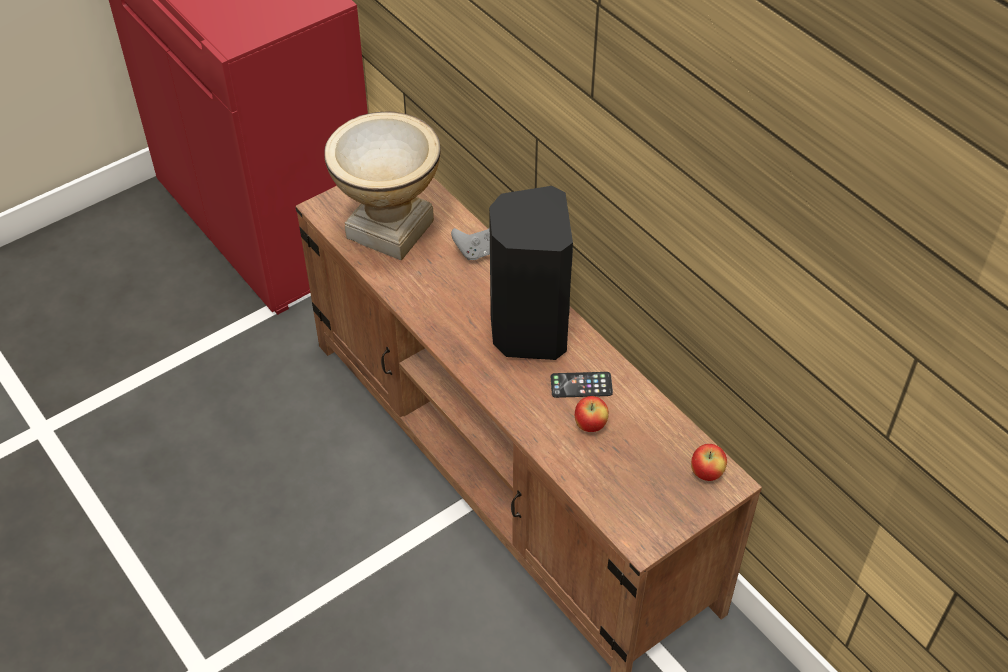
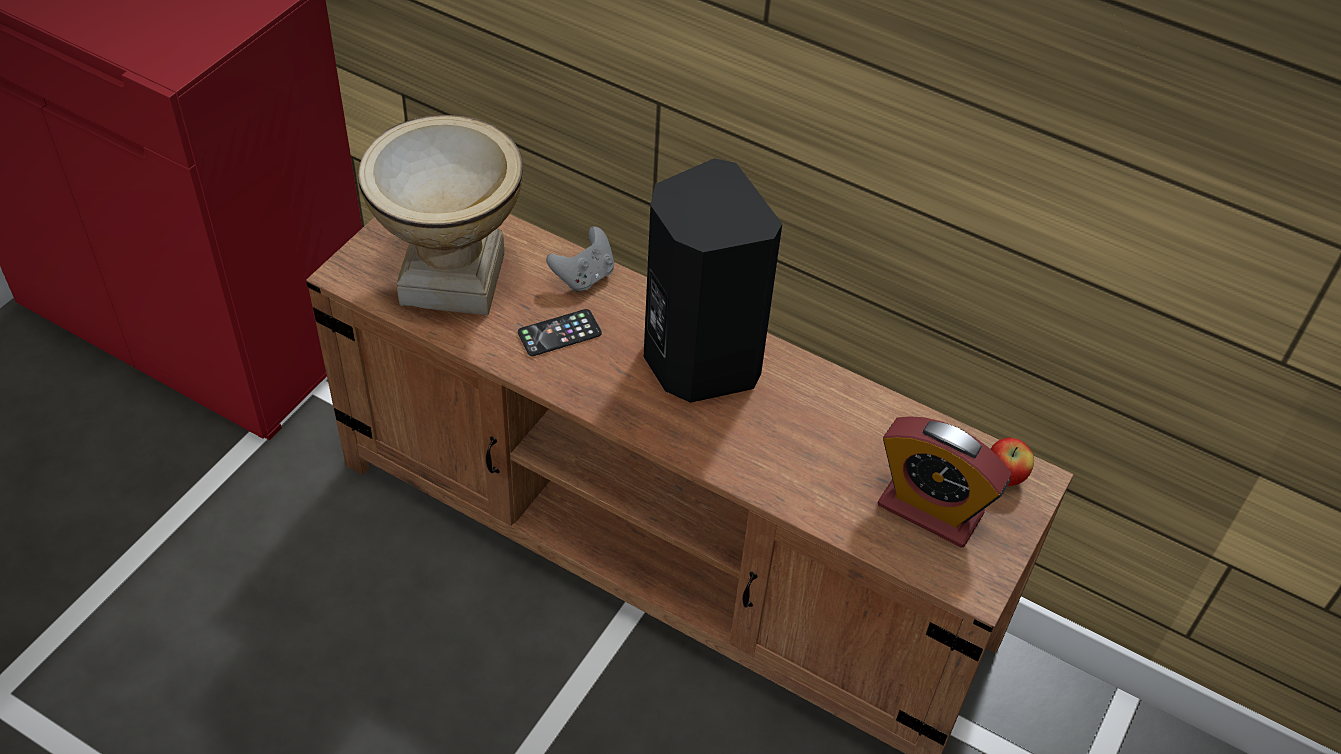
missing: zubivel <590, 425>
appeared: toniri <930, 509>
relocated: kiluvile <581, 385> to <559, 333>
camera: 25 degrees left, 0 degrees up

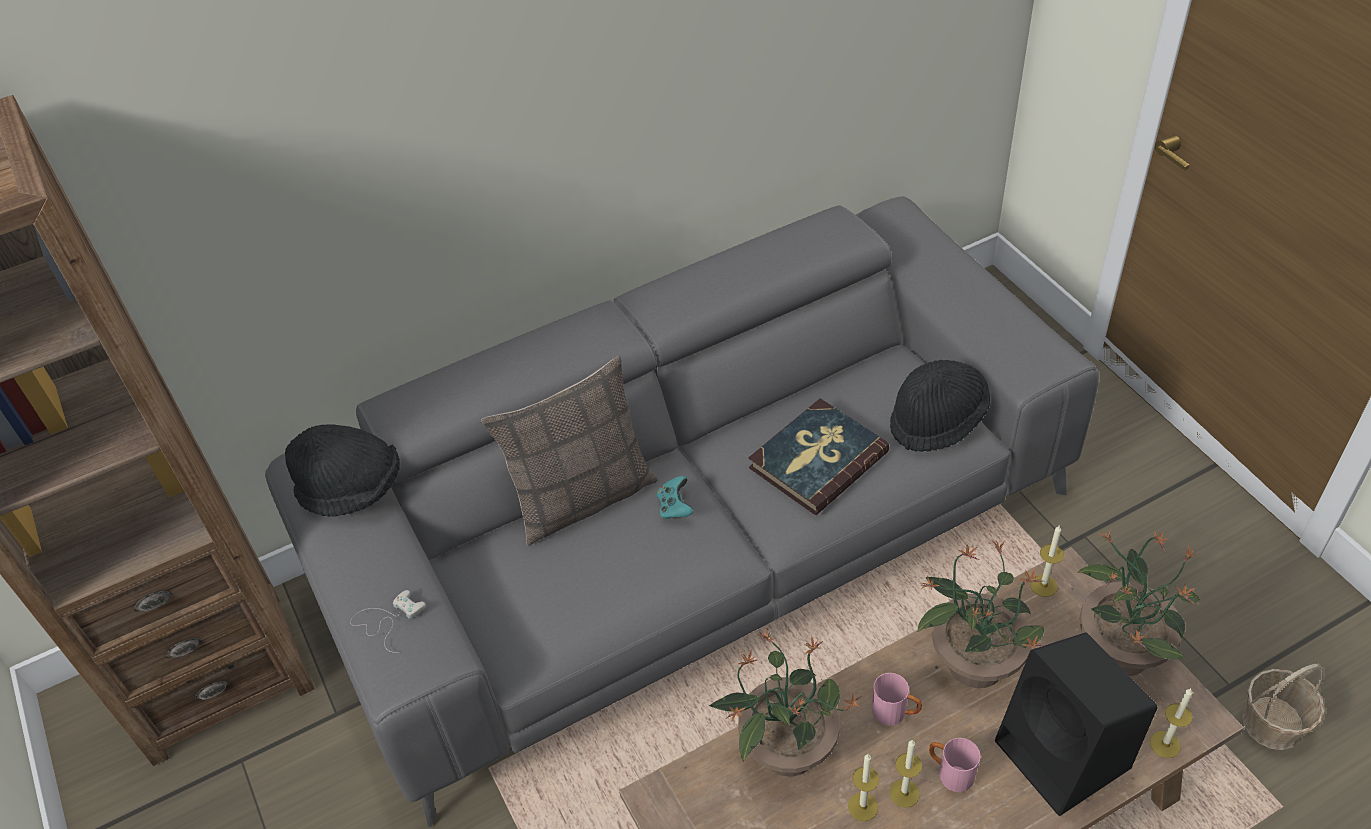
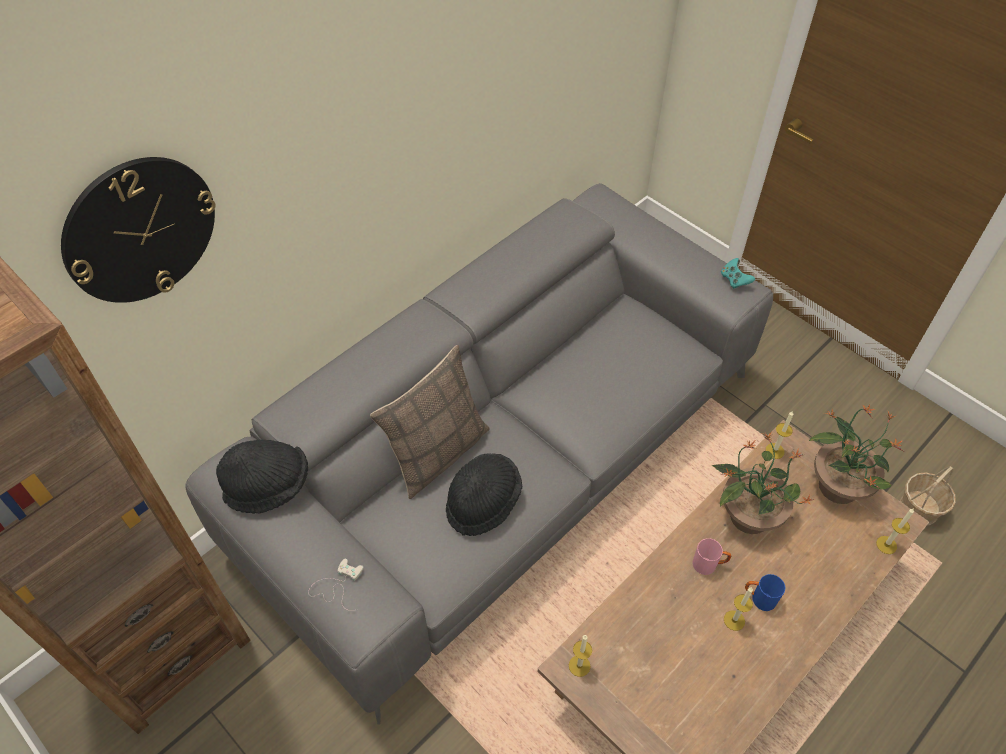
missing: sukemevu <817, 460>; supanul <786, 748>; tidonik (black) <1065, 756>
appeared: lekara <140, 230>
relocated: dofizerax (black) <937, 420> to <483, 502>; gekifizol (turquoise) <675, 507> to <734, 280>; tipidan <863, 806> to <579, 666>
colour: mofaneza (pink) <950, 773> to mofaneza (blue) <759, 598>
camera: 20 degrees left, 5 degrees up

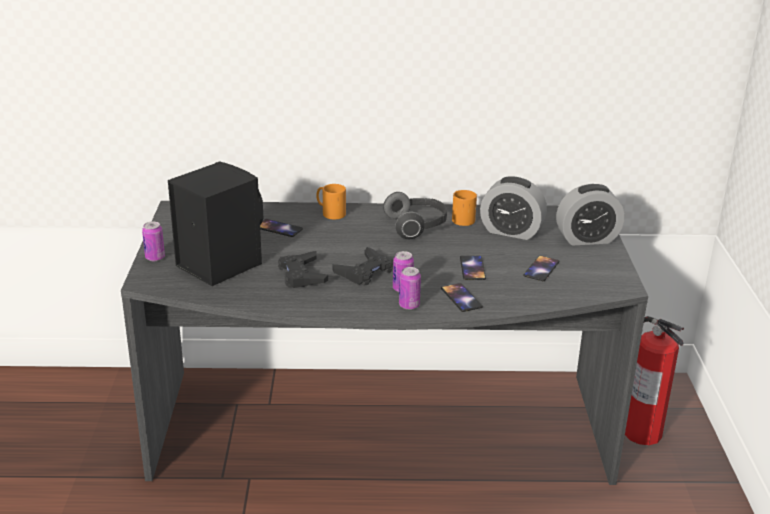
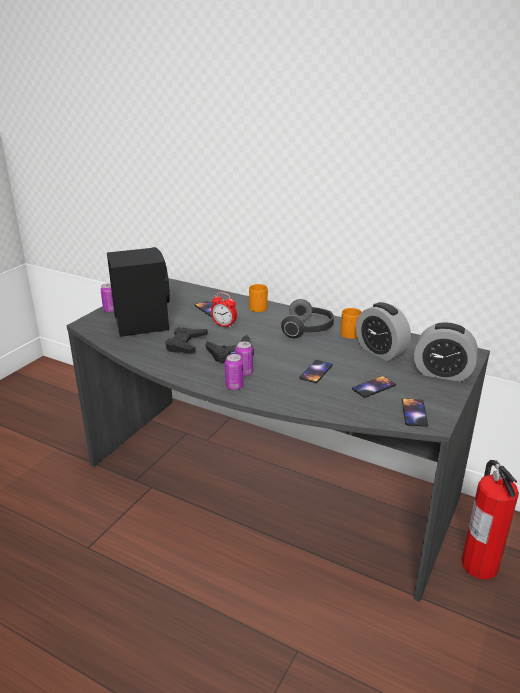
appeared: toniri <224, 325>
relocated: kiluvile <461, 298> to <414, 412>
camera: 30 degrees right, 0 degrees up

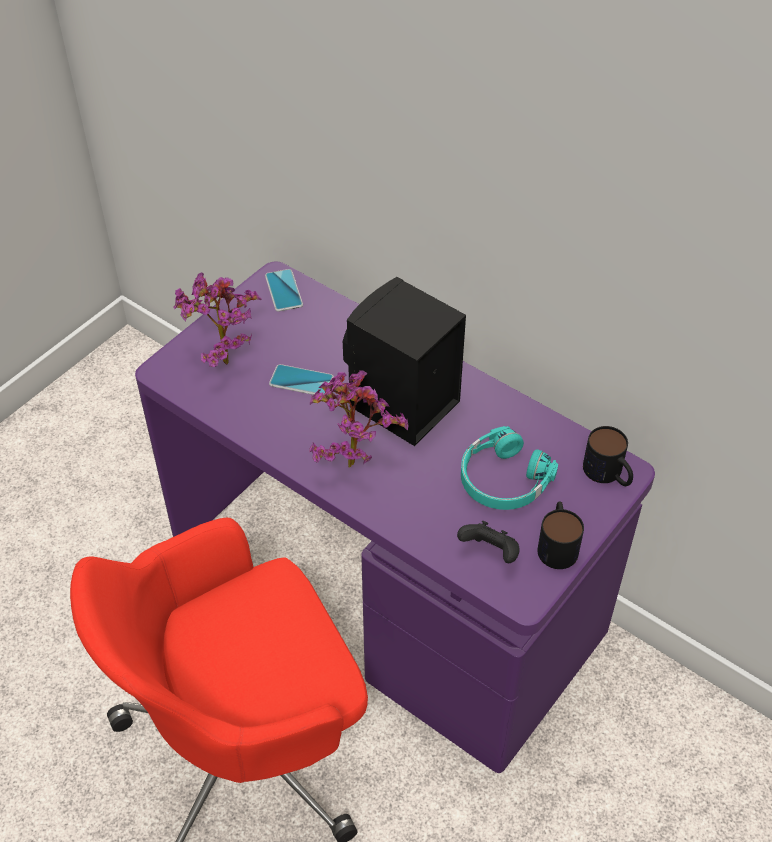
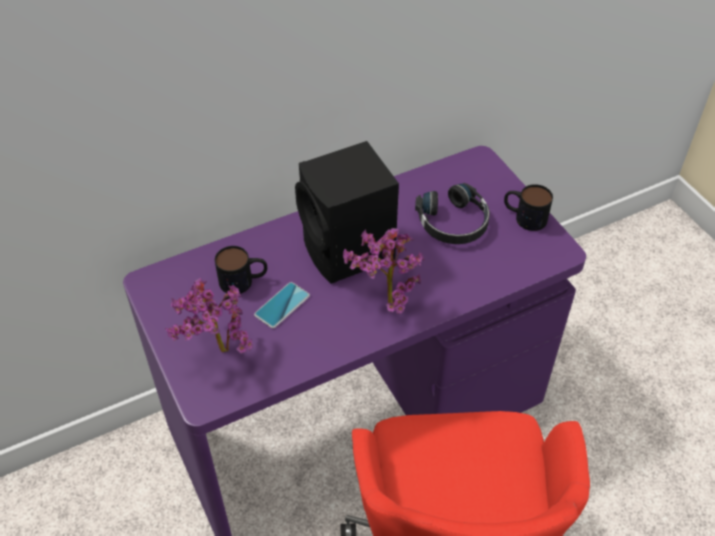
missing: kiluvile <284, 291>; gekifizol (black) <490, 552>
relocated: mofaneza <608, 474> to <243, 281>
colour: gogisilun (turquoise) <502, 480> to gogisilun (black) <453, 223>
camera: 65 degrees left, 0 degrees up

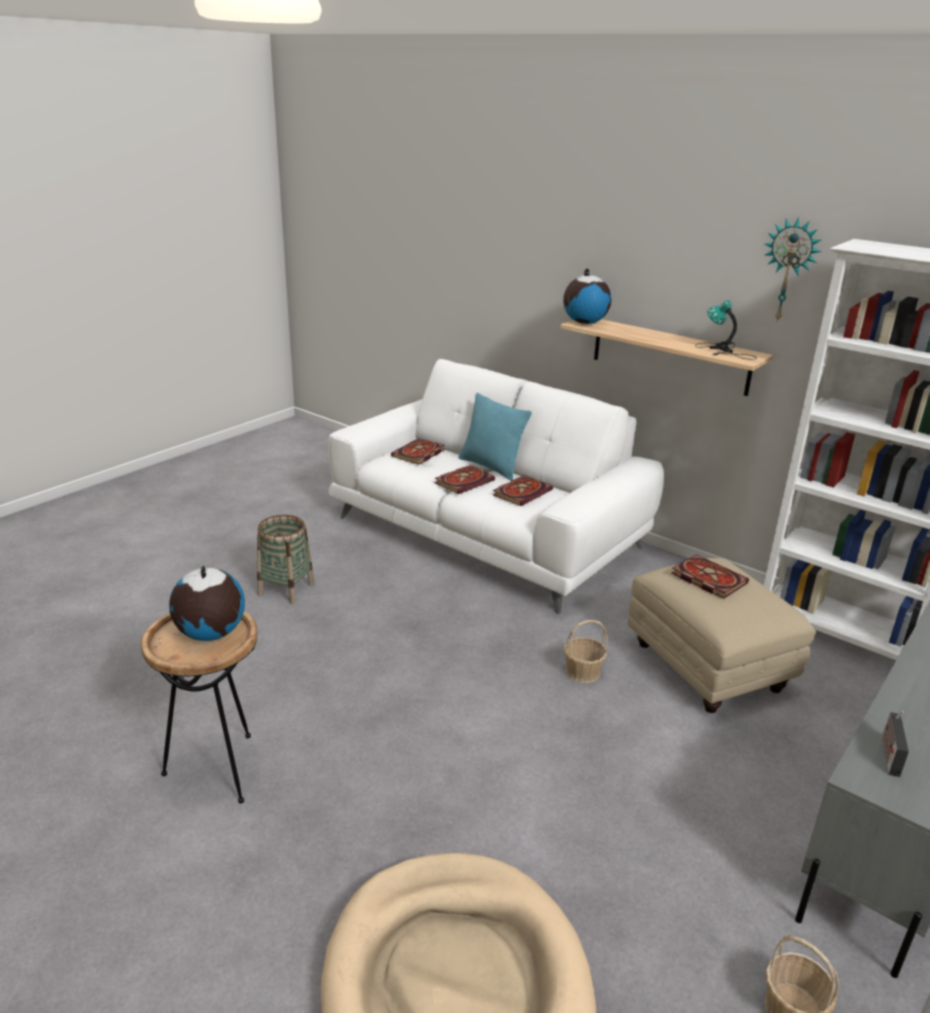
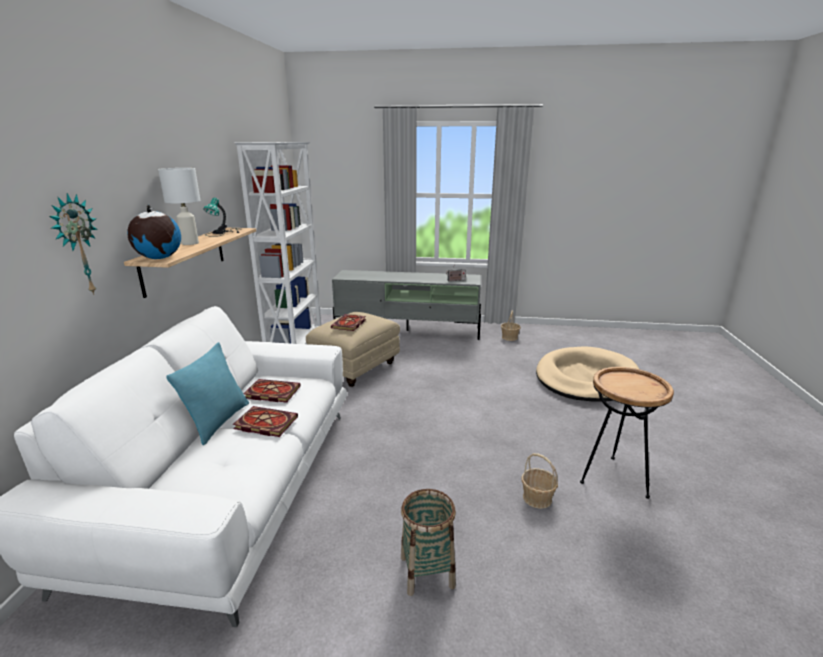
missing: sukemevu <418, 454>; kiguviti <210, 634>
appeared: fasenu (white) <190, 243>
relocated: lekara <789, 270> to <76, 246>; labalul <582, 672> to <537, 498>
camera: 120 degrees left, 5 degrees down

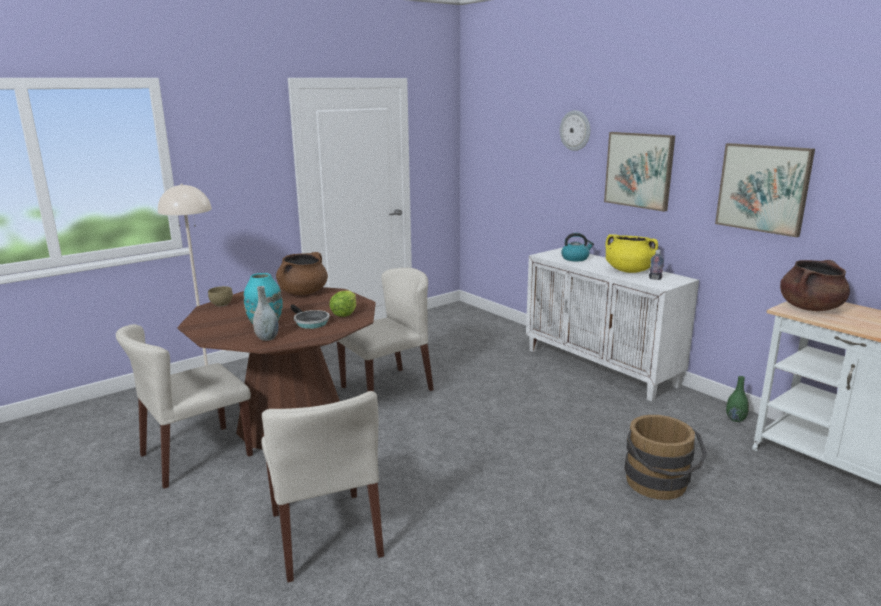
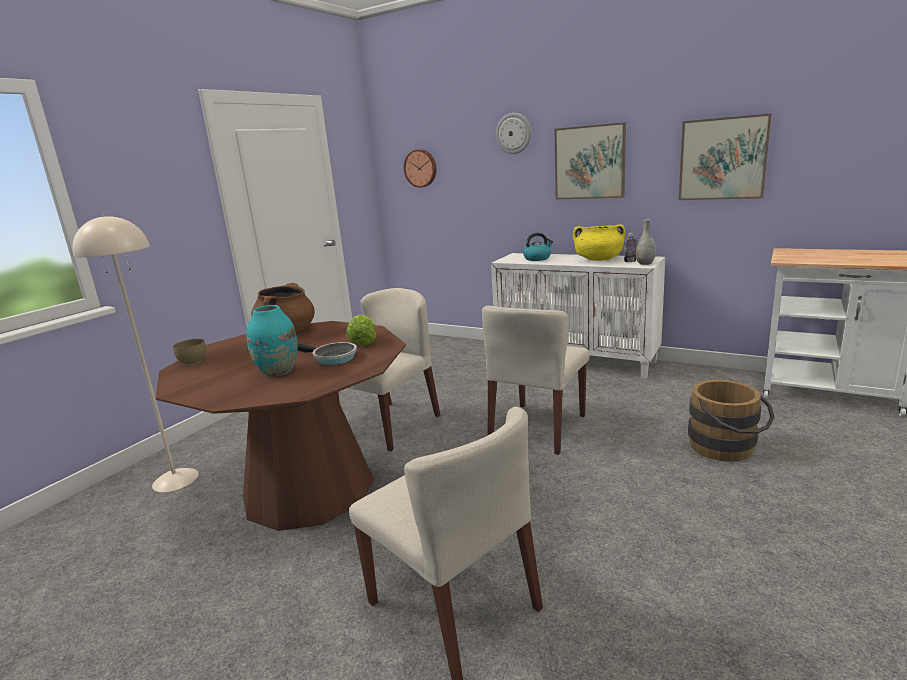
missing: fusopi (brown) <810, 308>; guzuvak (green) <735, 419>
appeared: lekara <421, 168>
relocated: guzuvak (grey) <267, 338> to <645, 263>; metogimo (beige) <195, 455> to <538, 428>
camera: 20 degrees left, 0 degrees up

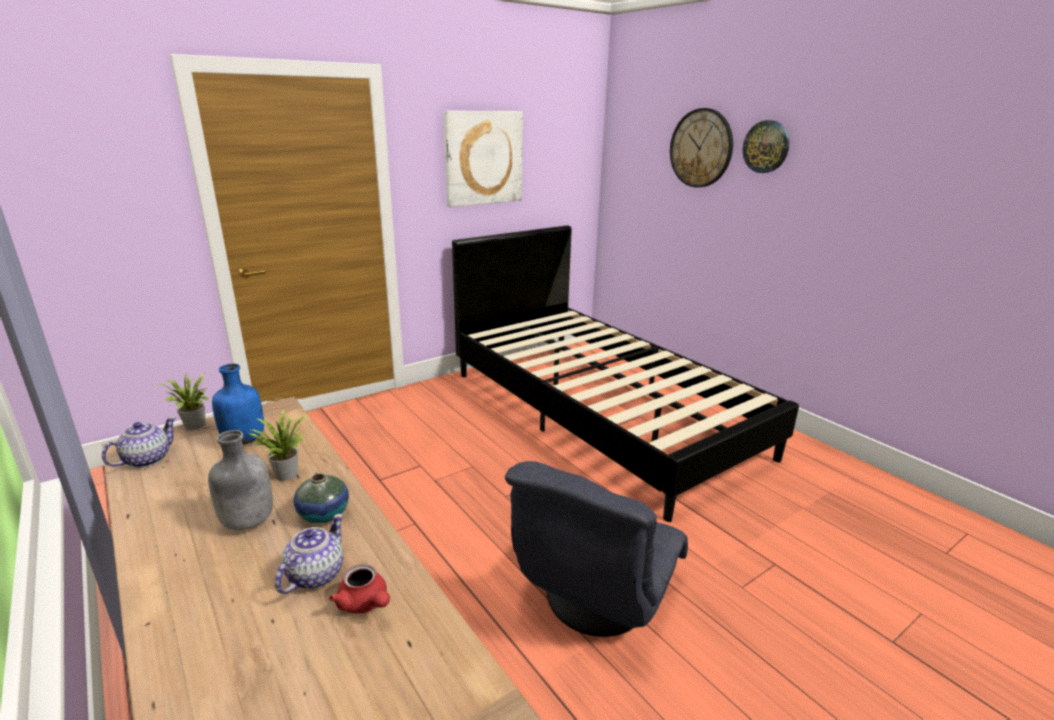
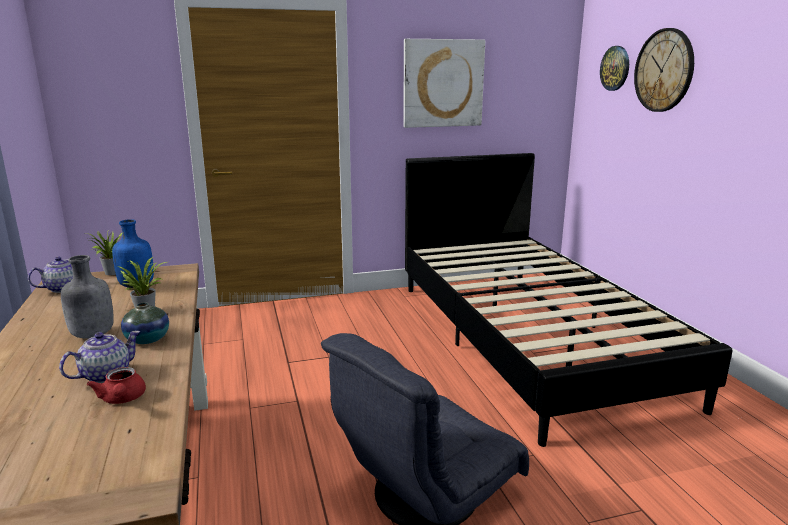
relocated: lekara <766, 147> to <615, 68>
camera: 20 degrees right, 5 degrees down

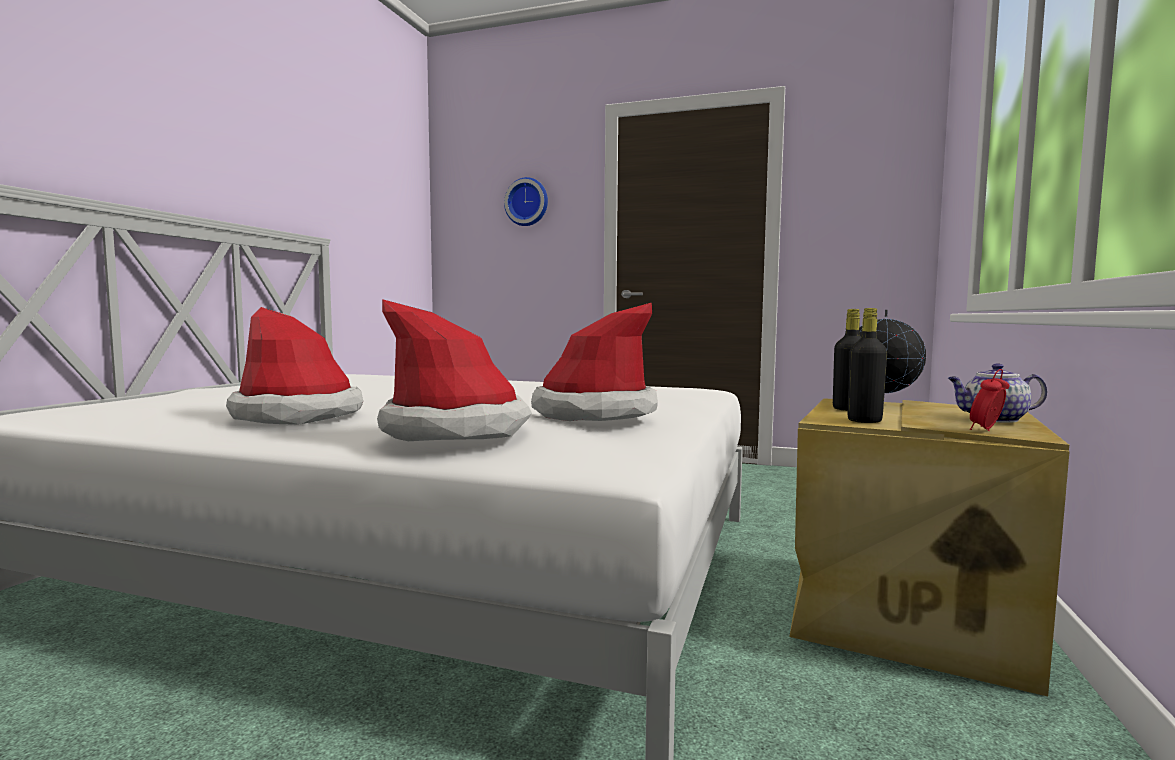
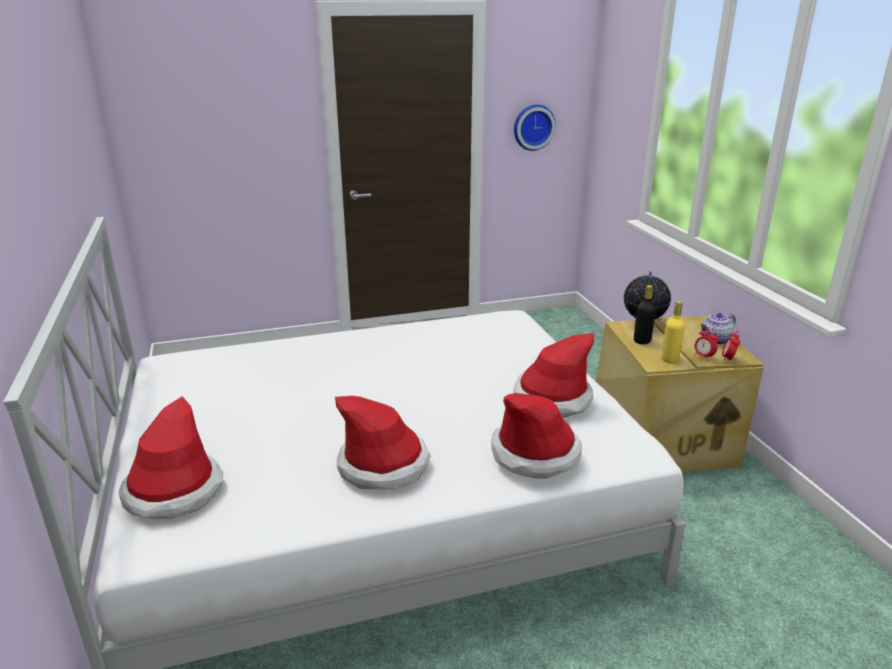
appeared: toniri <703, 357>; dofizerax <173, 492>
relocated: lekara <527, 202> to <533, 127>
colour: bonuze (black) <864, 421> to bonuze (yellow) <669, 359>
camera: 35 degrees left, 20 degrees up

